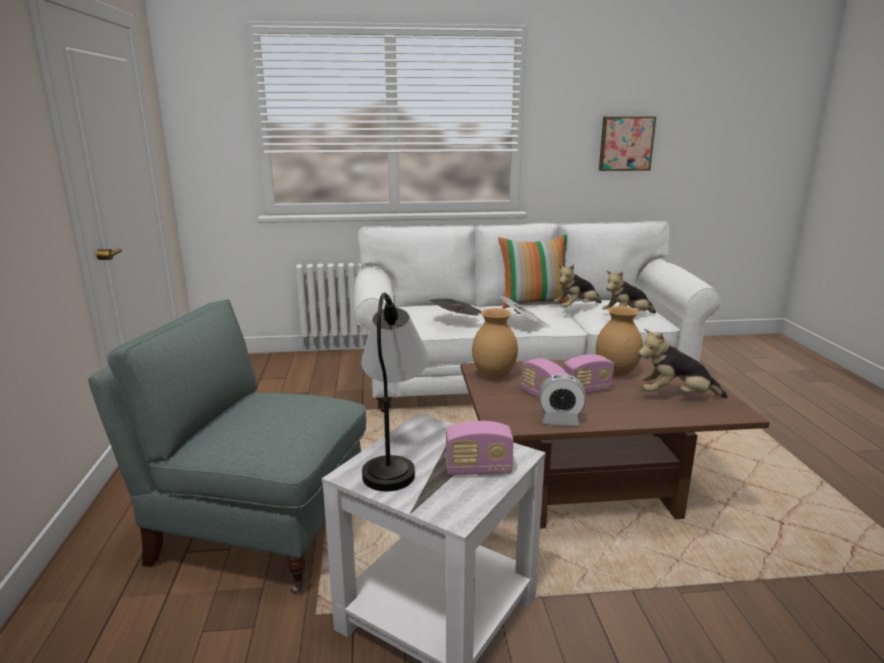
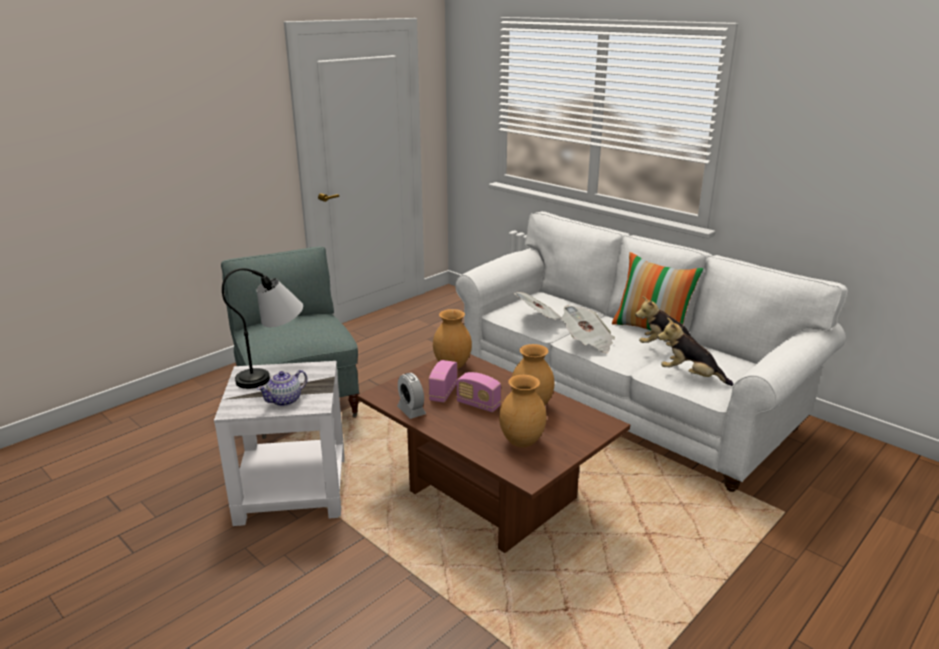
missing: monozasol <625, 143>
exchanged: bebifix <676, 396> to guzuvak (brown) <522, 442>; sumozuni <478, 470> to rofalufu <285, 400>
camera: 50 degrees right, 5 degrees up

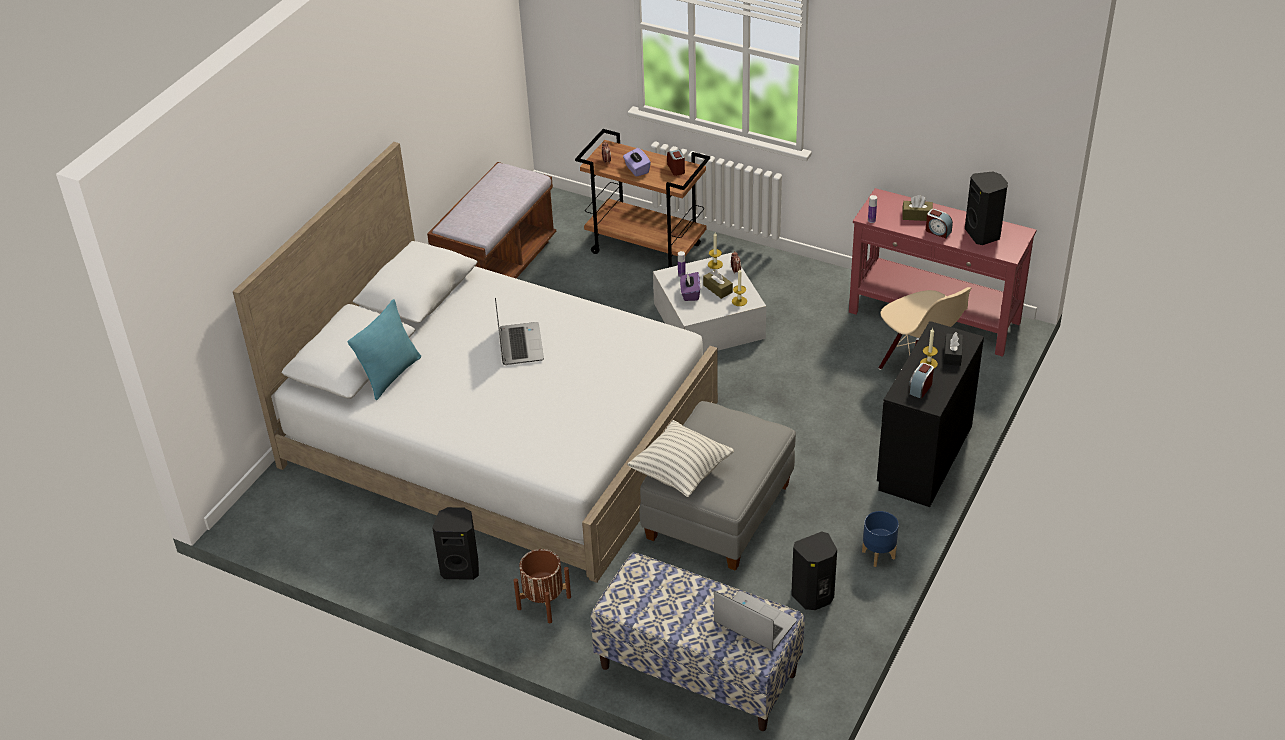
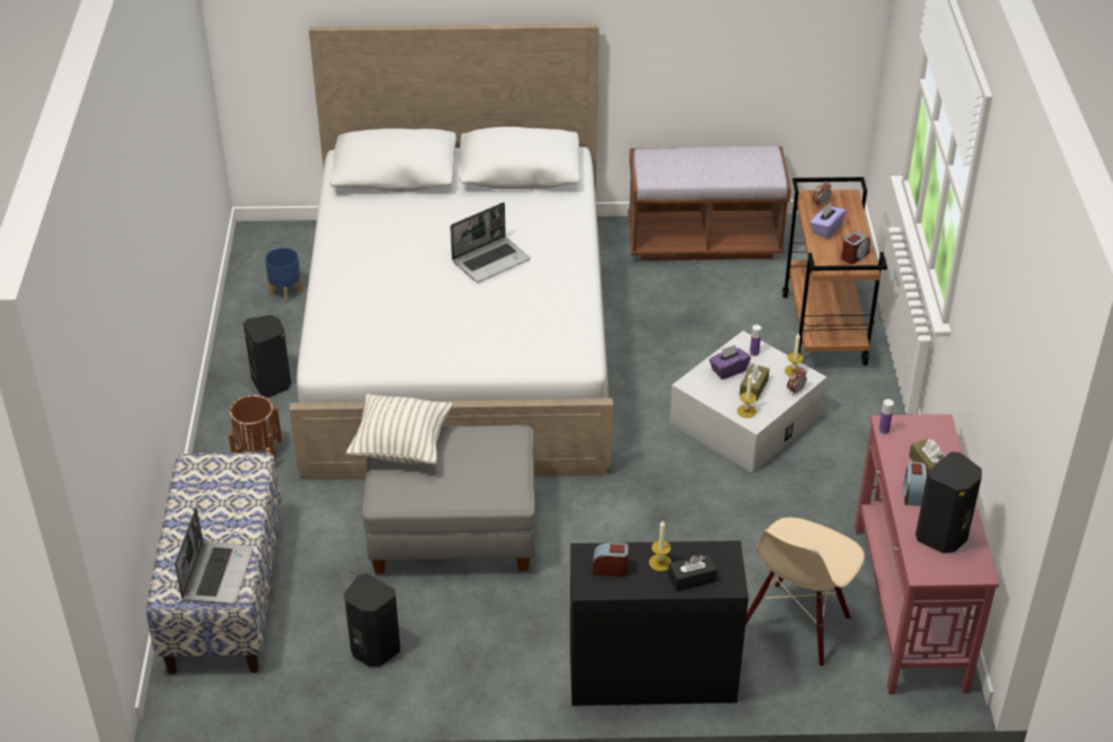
missing: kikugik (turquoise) <390, 375>
relocated: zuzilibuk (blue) <879, 555> to <285, 293>
camera: 60 degrees right, 0 degrees up

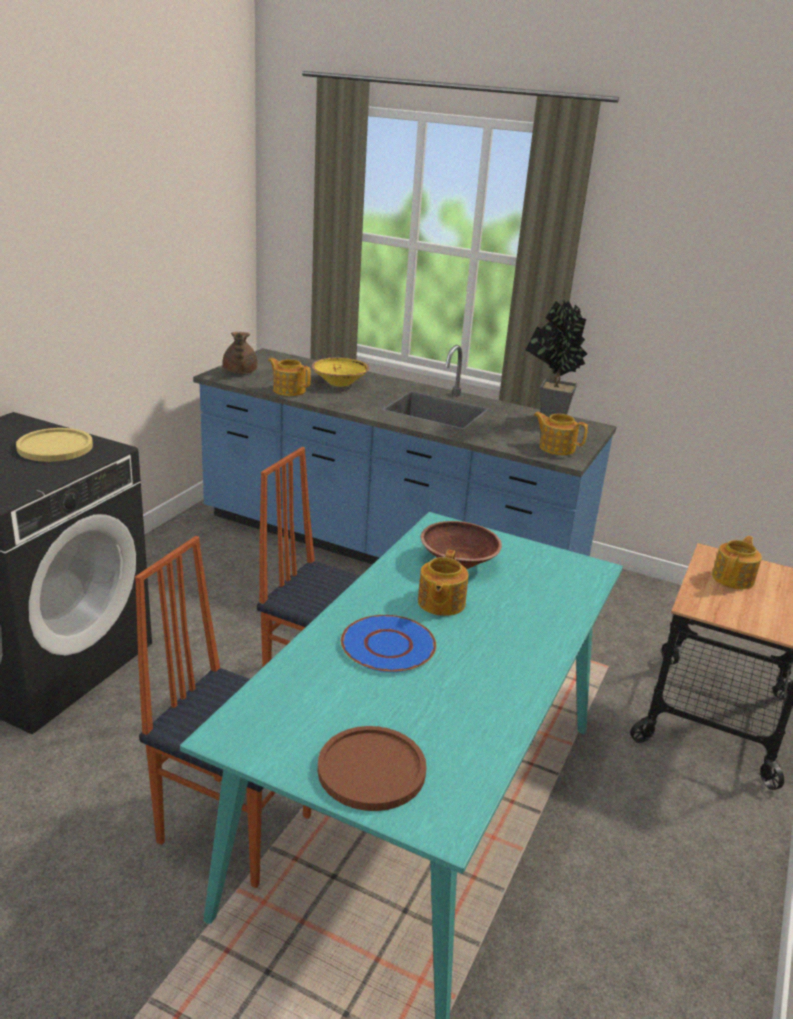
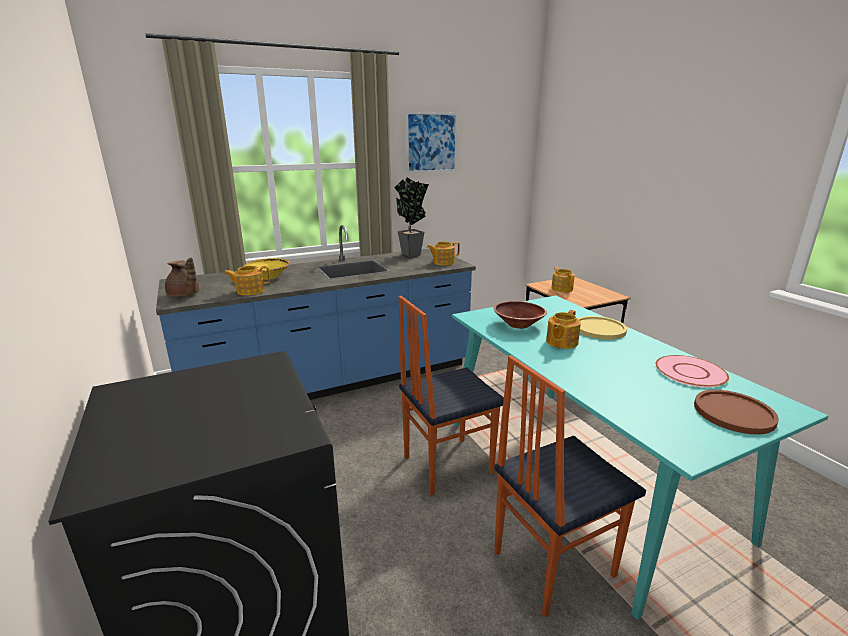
missing: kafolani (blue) <388, 646>
appeared: monozasol <431, 142>; kafolani (pink) <690, 372>
relocated: kafolani (yellow) <55, 447> to <599, 329>
spun: rofalufu <440, 603> = <561, 342> 75 degrees clockwise
camera: 50 degrees left, 5 degrees down

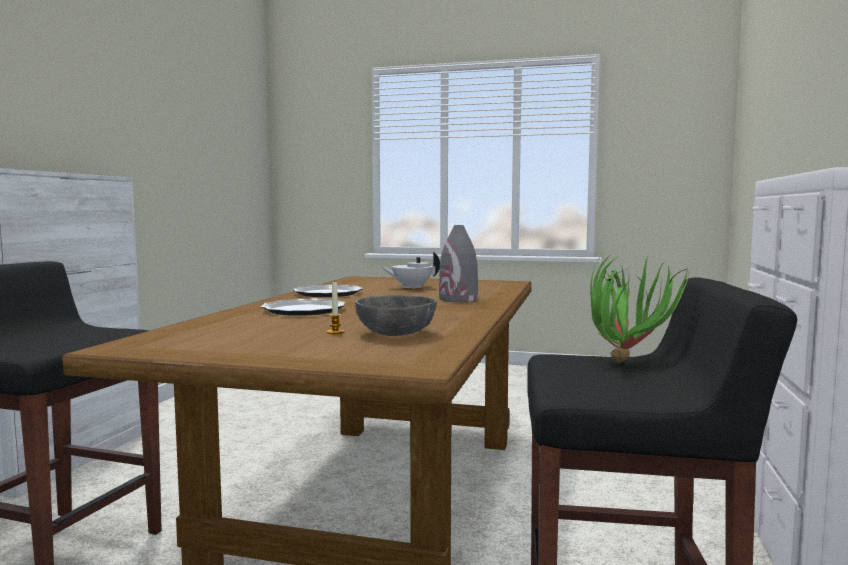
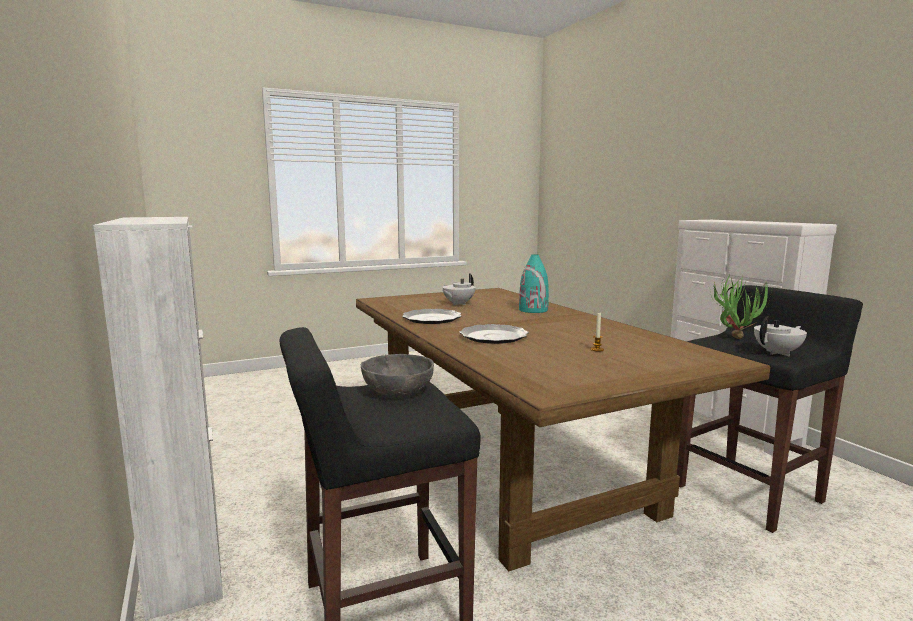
appeared: rofalufu (white) <778, 353>
relocated: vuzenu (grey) <395, 333> to <398, 391>
colour: guzuvak (grey) <458, 299> to guzuvak (turquoise) <533, 310>
camera: 40 degrees left, 5 degrees up

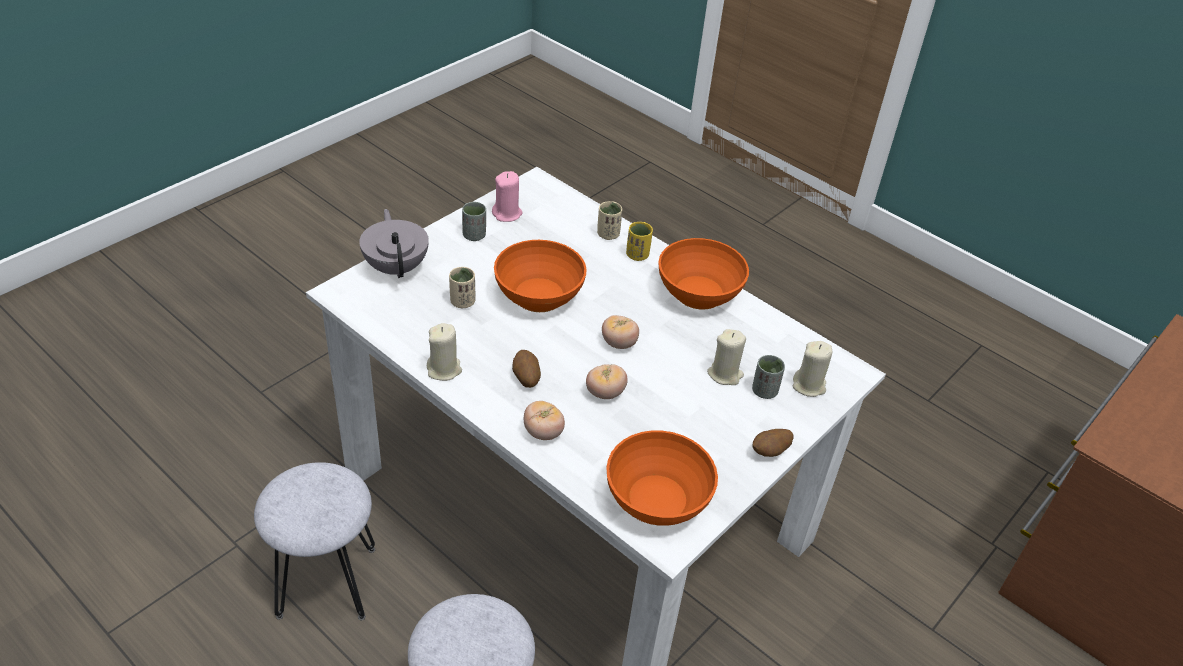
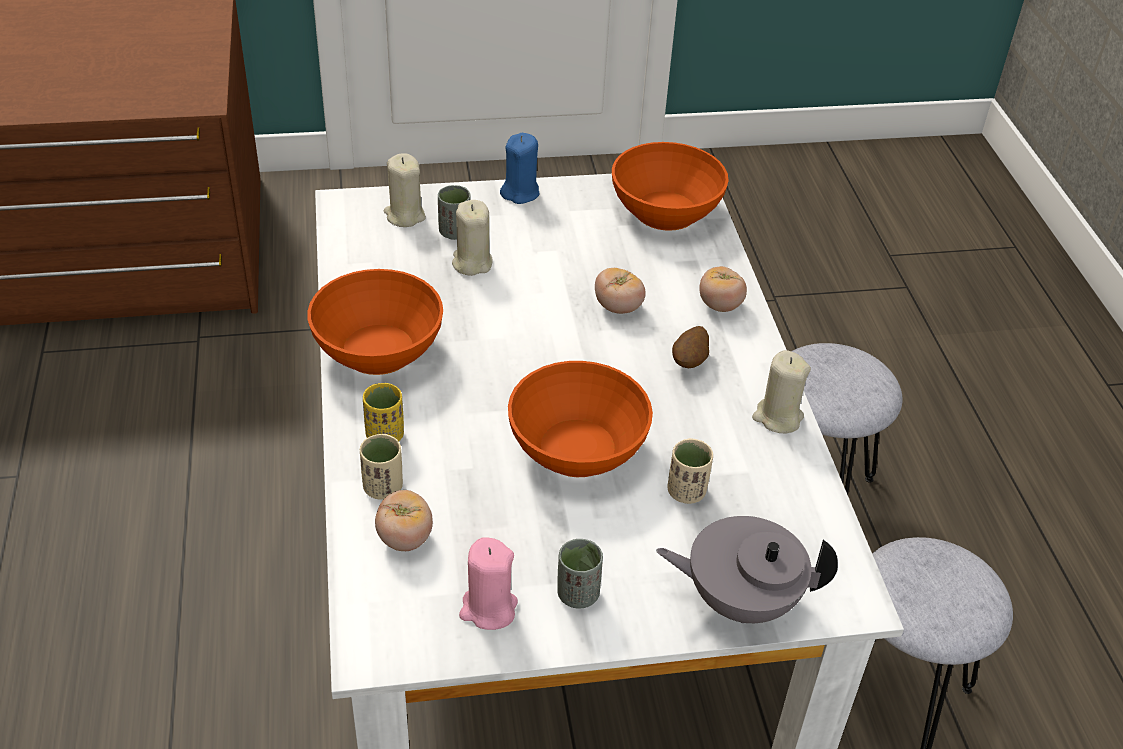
relocated: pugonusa <619, 343> to <405, 538>
exchanged: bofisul <770, 452> to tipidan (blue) <520, 192>
spun: rofalufu (grey) <396, 267> = <740, 599> 75 degrees clockwise
camera: 140 degrees left, 0 degrees up

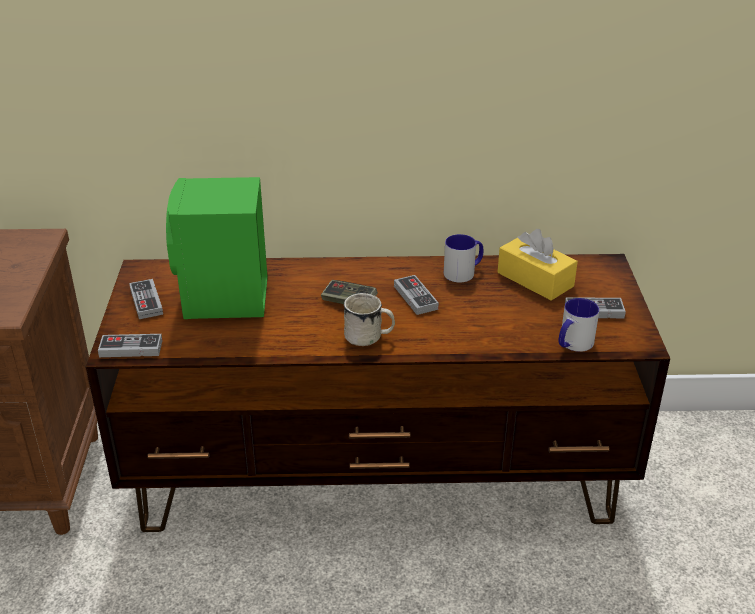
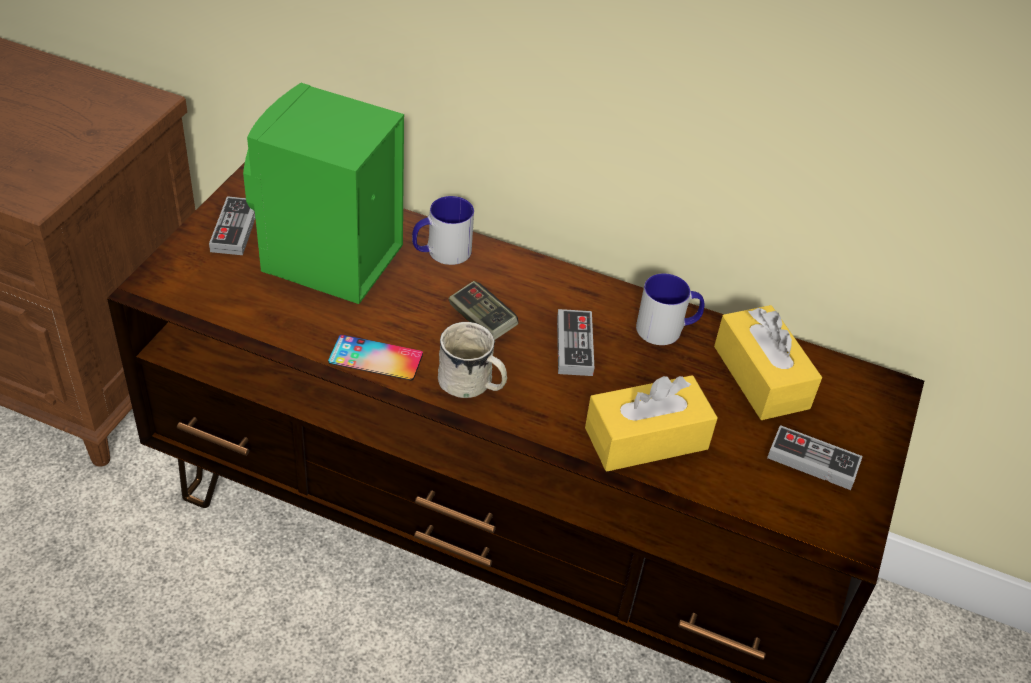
missing: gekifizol <131, 348>
appeared: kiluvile <376, 358>; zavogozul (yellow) <646, 438>
relocated: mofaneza <572, 344> to <441, 252>
camera: 20 degrees right, 10 degrees up

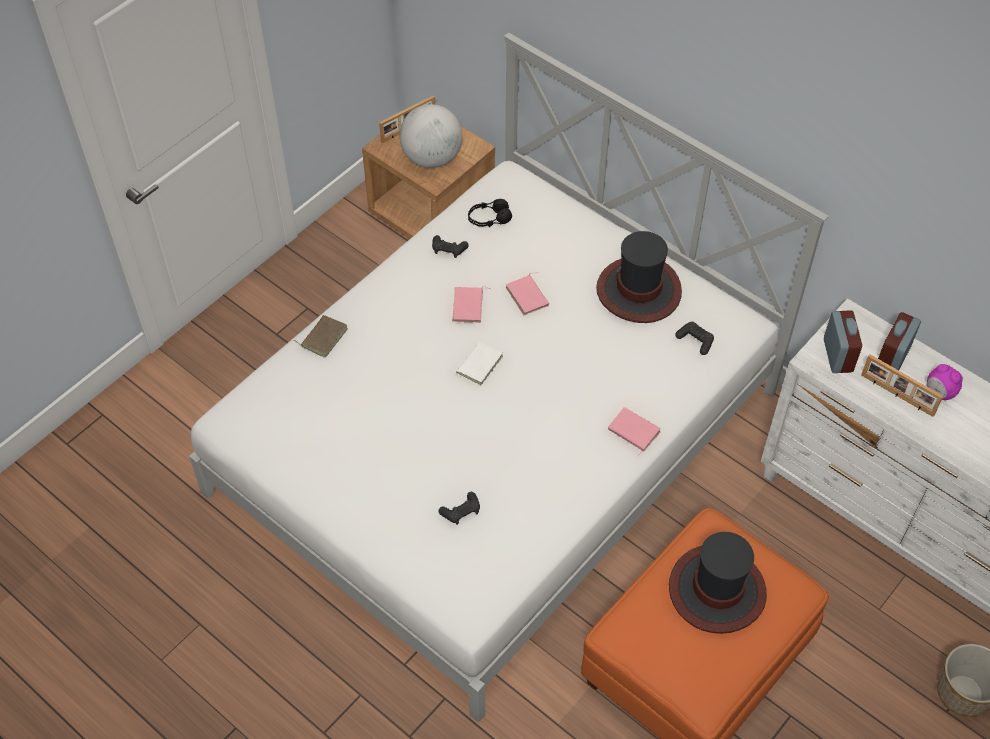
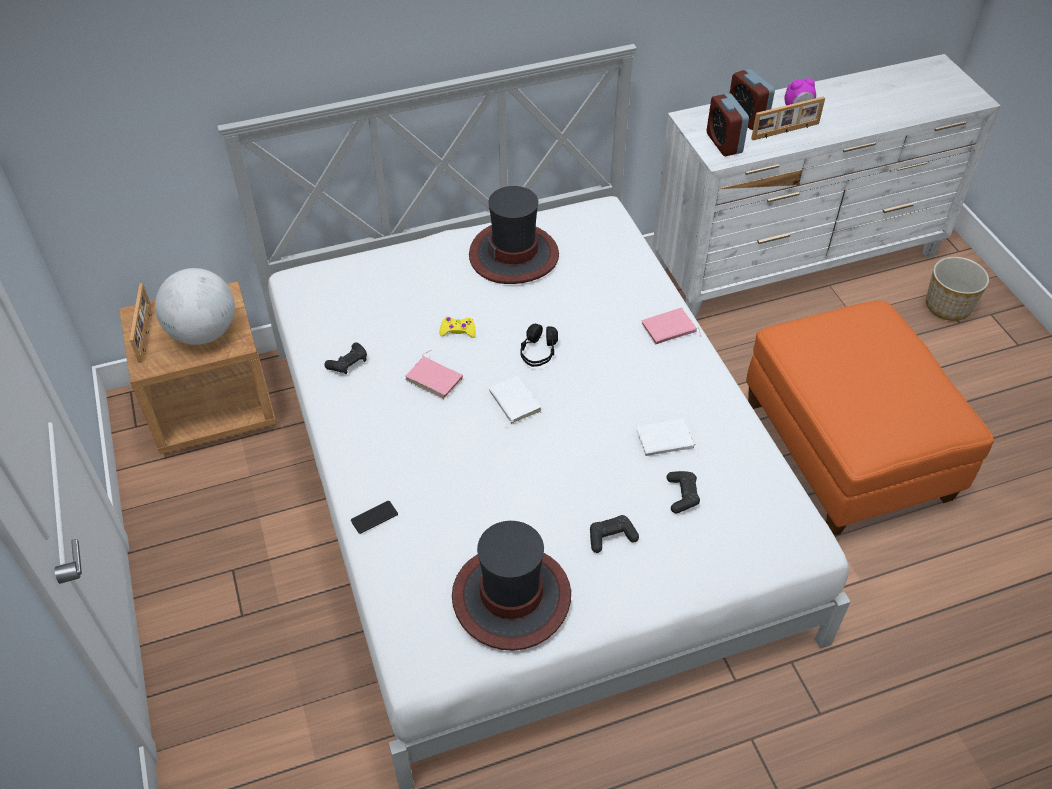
appeared: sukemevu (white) <665, 441>
relocated: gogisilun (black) <489, 219> to <538, 352>; gekifizol (black) <695, 340> to <611, 537>; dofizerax <716, 590> to <511, 598>
exchanged: sukemevu (pink) <528, 296> to gekifizol (yellow) <458, 330>; sukemevu (brown) <323, 337> to kiluvile <374, 517>
spun: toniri <837, 355> = <724, 143> 135 degrees counterclockwise
camera: 60 degrees left, 5 degrees down

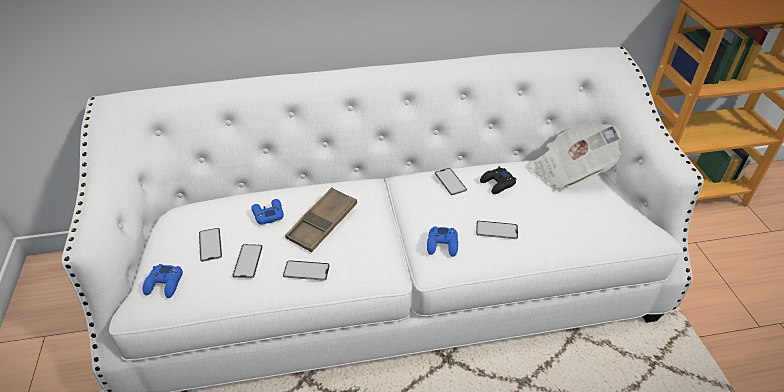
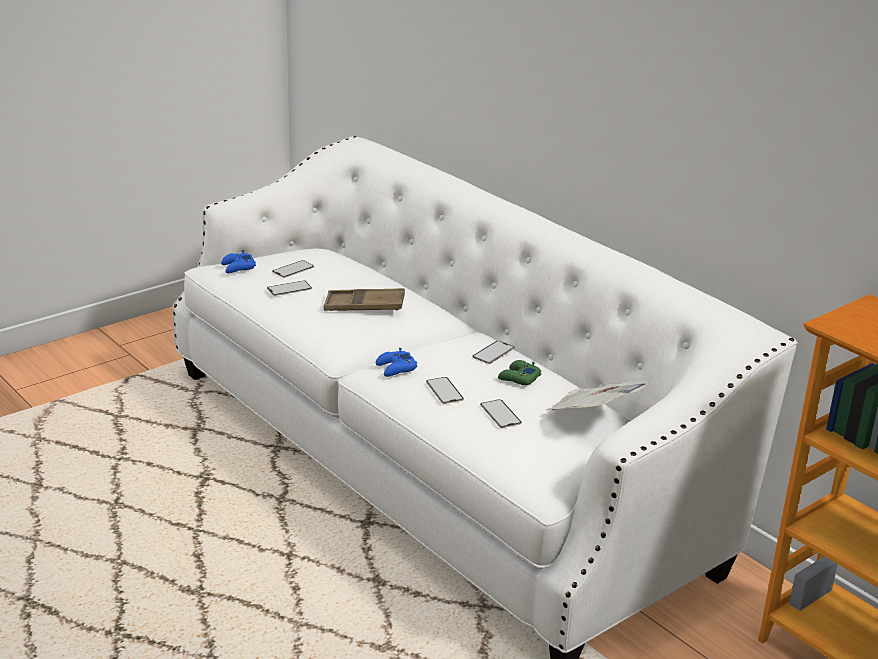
missing: gekifizol (blue) <268, 214>
relocated: kiluvile <306, 270> to <500, 414>
colour: gekifizol (black) <497, 184> to gekifizol (green) <518, 378>
camera: 60 degrees right, 15 degrees down

